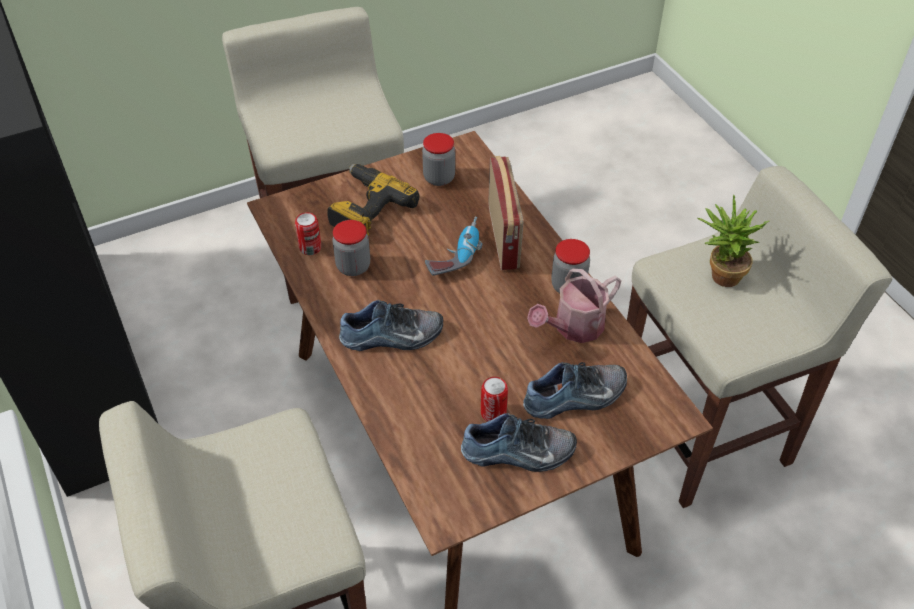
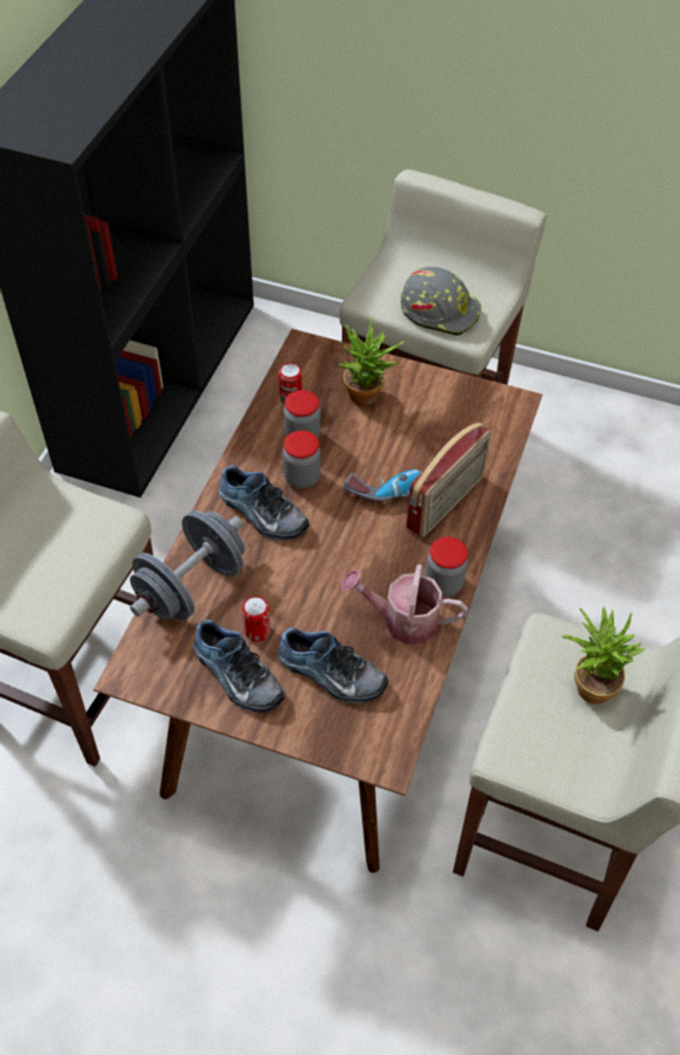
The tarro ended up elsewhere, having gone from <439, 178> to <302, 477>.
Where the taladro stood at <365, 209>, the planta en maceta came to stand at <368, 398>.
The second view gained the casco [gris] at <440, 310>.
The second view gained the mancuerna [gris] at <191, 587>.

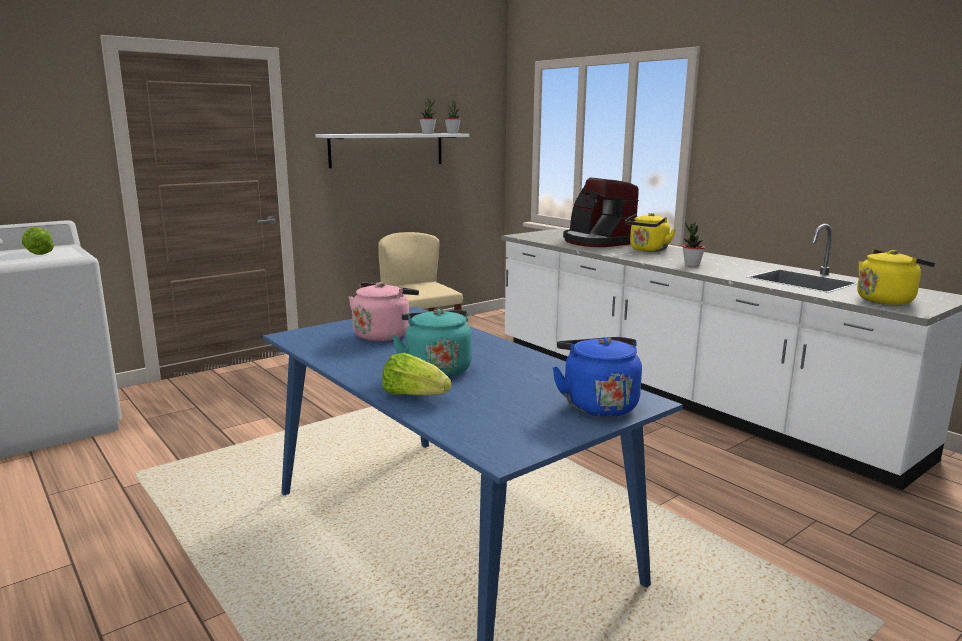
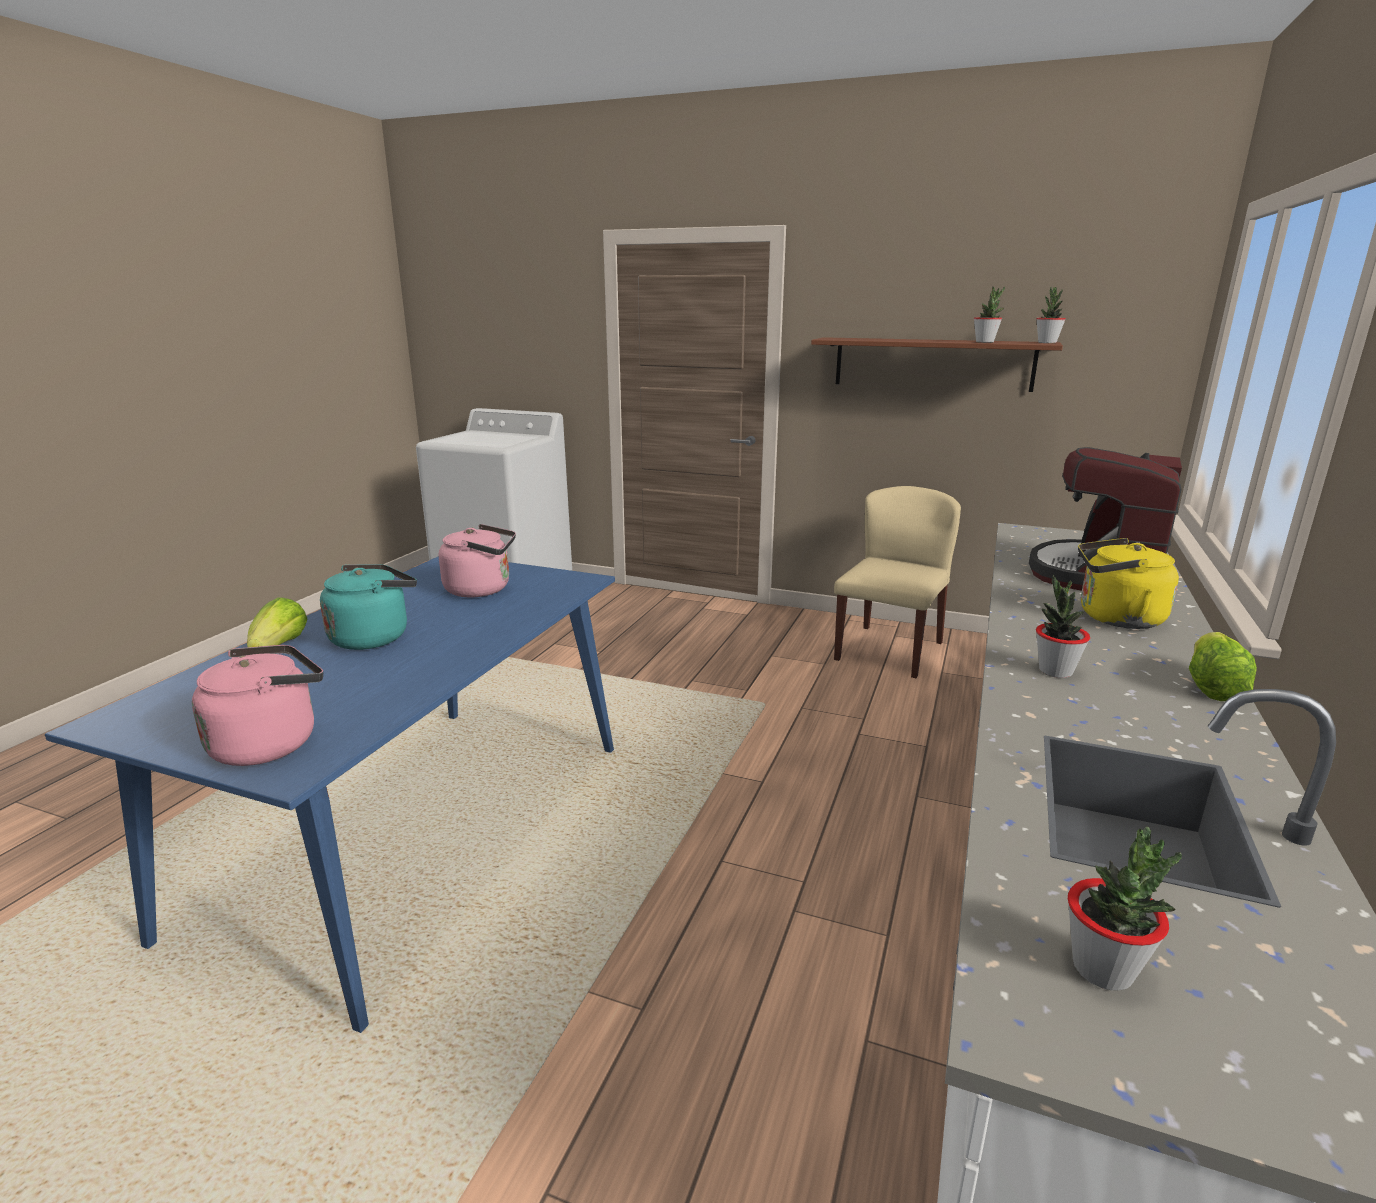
What was the estante [blanco] at <387, 149> turned into the estante [marrón] at <933, 363>.
The lechuga ended up elsewhere, having gone from <38, 253> to <1211, 687>.
Where the hervidor [amarillo] stood at <887, 300>, the planta en maceta came to stand at <1103, 969>.
What was the hervidor [azul] at <597, 405> turned into the hervidor [rosa] at <270, 743>.

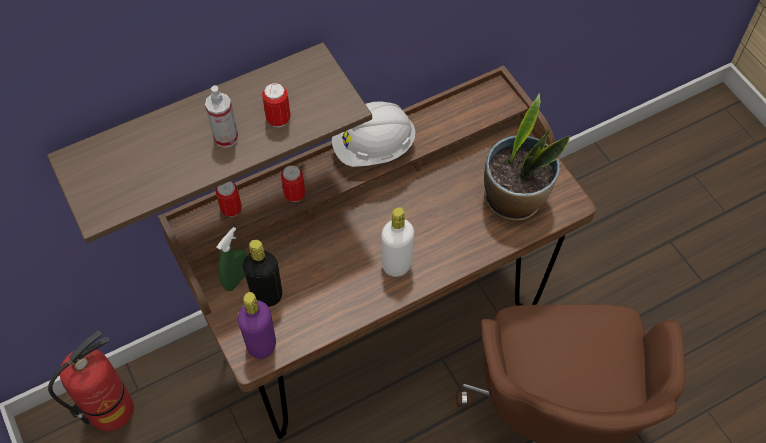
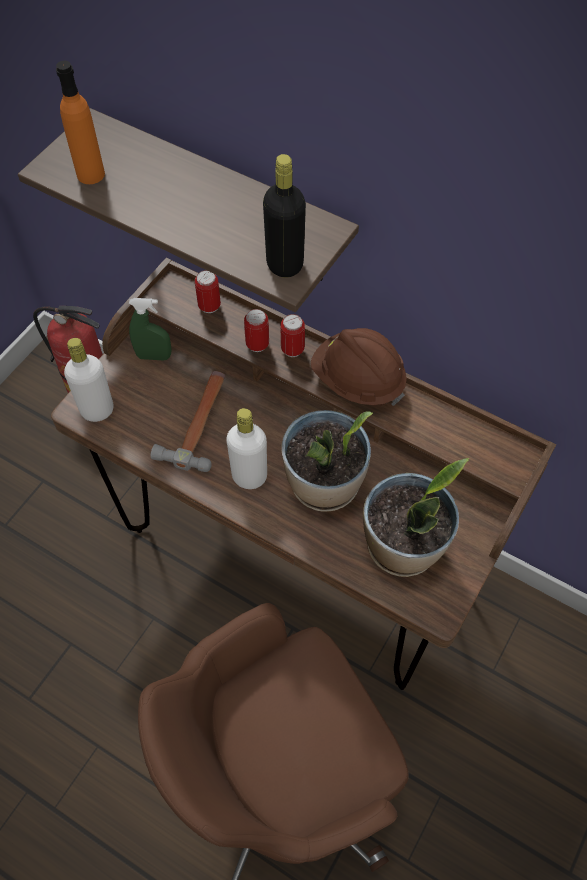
The lata ended up elsewhere, having gone from <278, 119> to <292, 349>.
The second view lost the pulverizador at <226, 137>.
What was the casco [blanco] at <374, 148> turned into the casco [marrón] at <357, 381>.
The botella [negro] ended up elsewhere, having gone from <267, 295> to <285, 264>.
What was the botella [morado] at <261, 345> turned into the botella [blanco] at <97, 410>.
The second view gained the botella [naranja] at <90, 174>.
The second view gained the martillo at <199, 422>.
The second view gained the planta en maceta at <324, 485>.

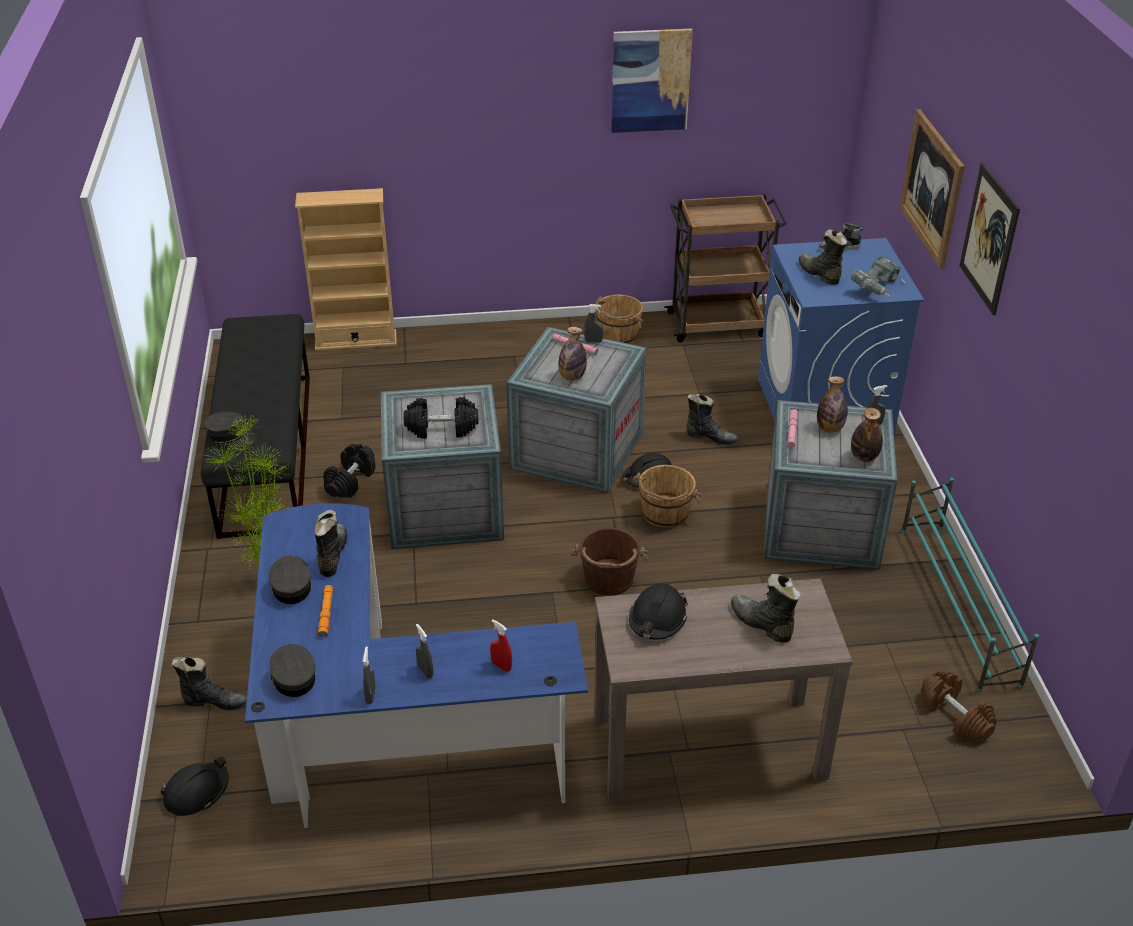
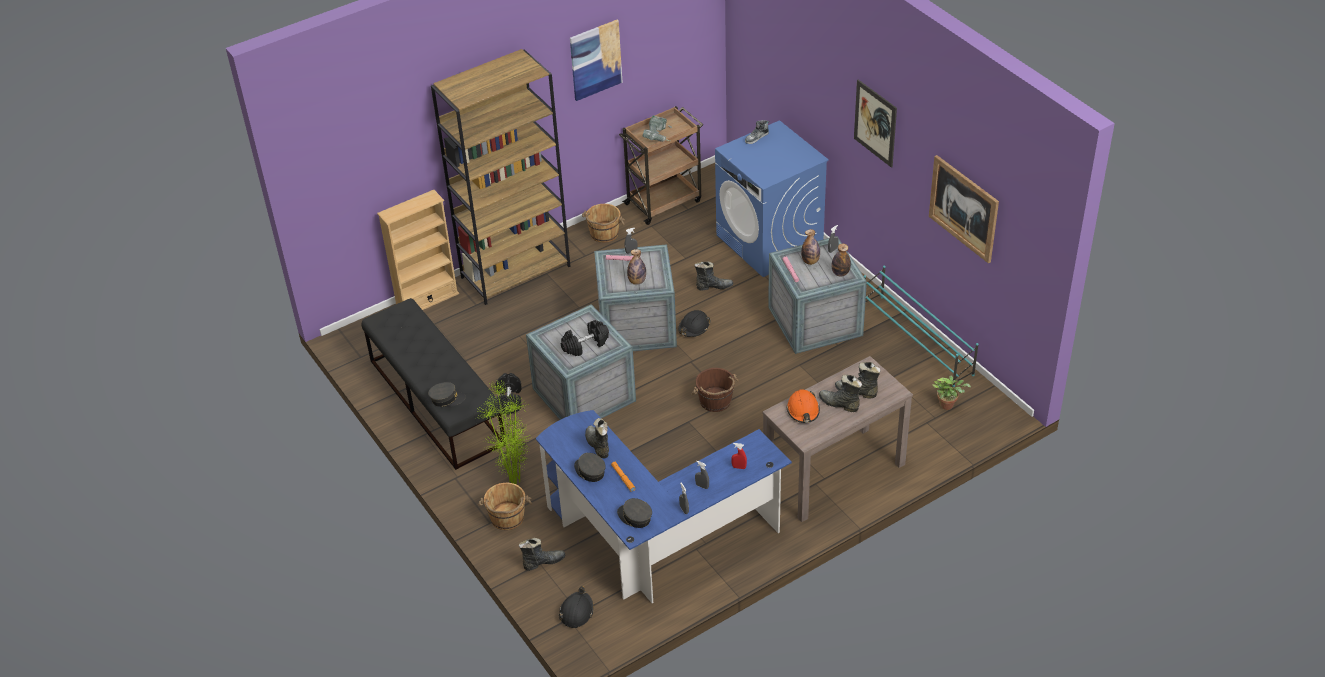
The cuadro ended up elsewhere, having gone from <932, 188> to <963, 208>.
The bota [negro] ended up elsewhere, having gone from <819, 274> to <839, 404>.
The taladro ended up elsewhere, having gone from <878, 289> to <658, 136>.
The cubo [marrón] ended up elsewhere, having gone from <664, 514> to <507, 518>.
What was the casco [negro] at <657, 619> turned into the casco [naranja] at <803, 411>.
Where the mancuerna [marrón] stood at <954, 716>, the planta en maceta came to stand at <948, 405>.
The second view gained the estantería [marrón] at <516, 271>.

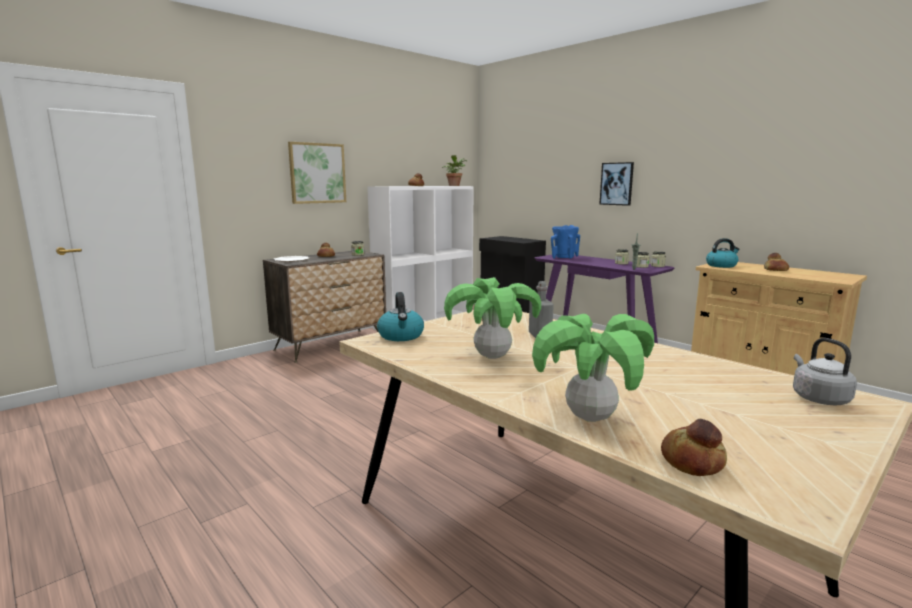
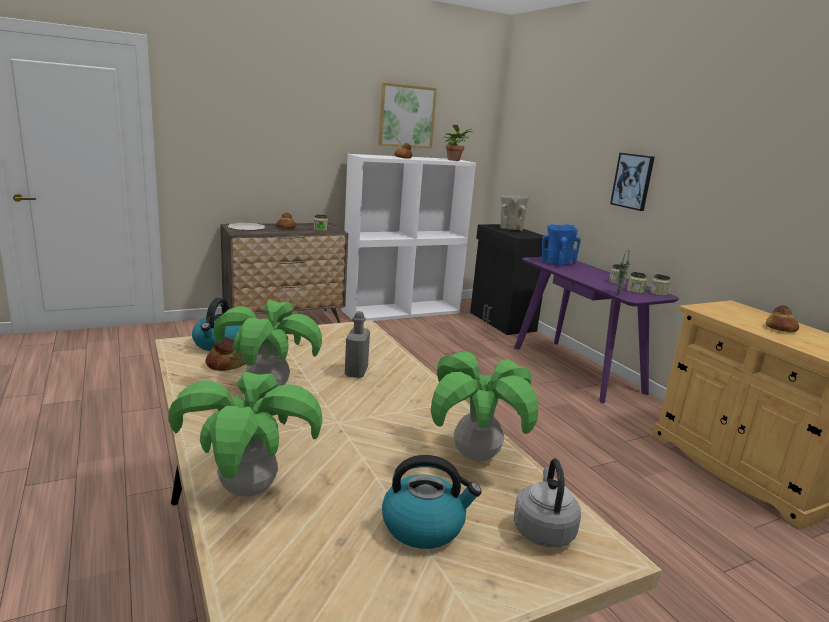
The cuadro ended up elsewhere, having gone from <317, 173> to <406, 116>.
The hervidor ended up elsewhere, having gone from <721, 265> to <424, 526>.
The pan ended up elsewhere, having gone from <693, 461> to <227, 364>.
The second view gained the florero [beis] at <510, 229>.
The second view gained the planta en maceta at <476, 456>.

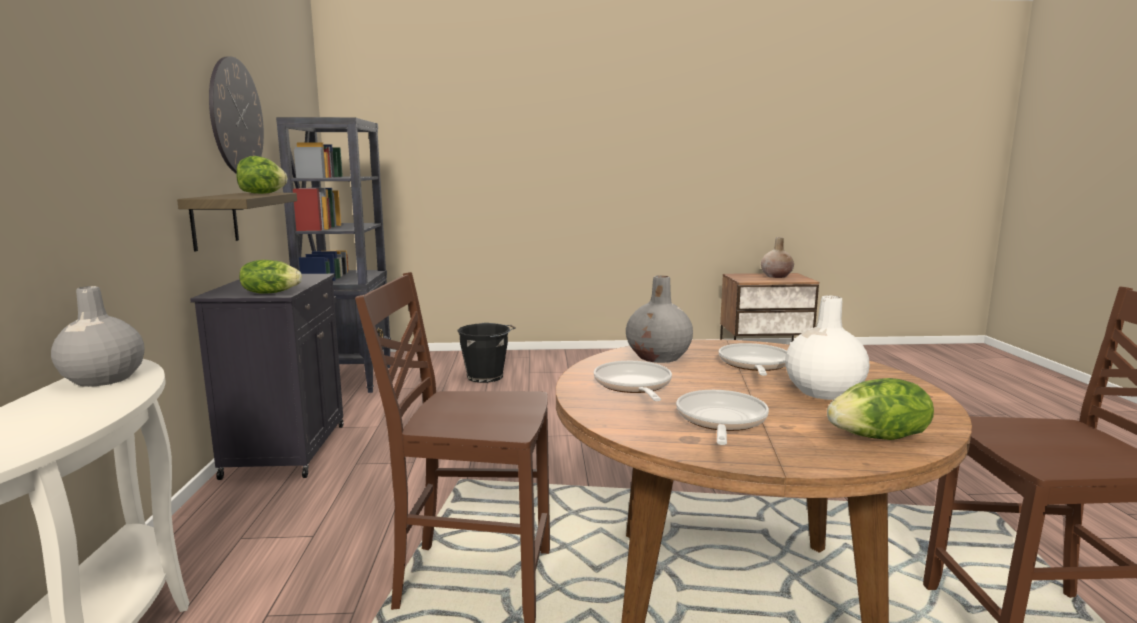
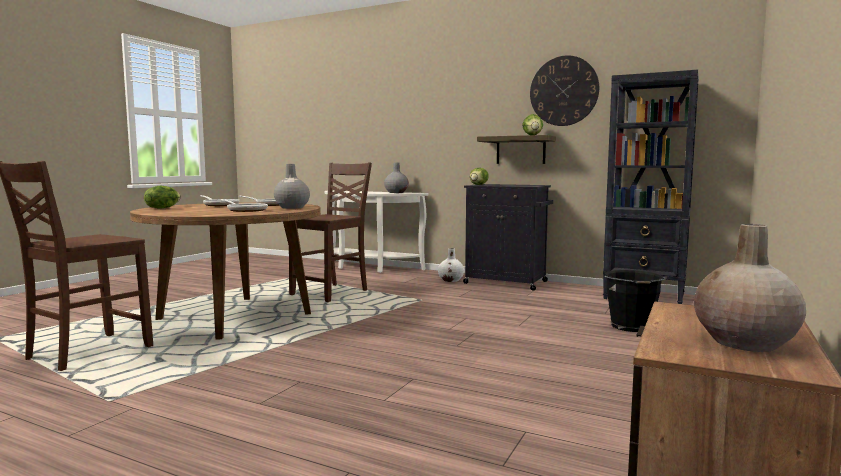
The florero [blanco] ended up elsewhere, having gone from <823, 391> to <451, 280>.

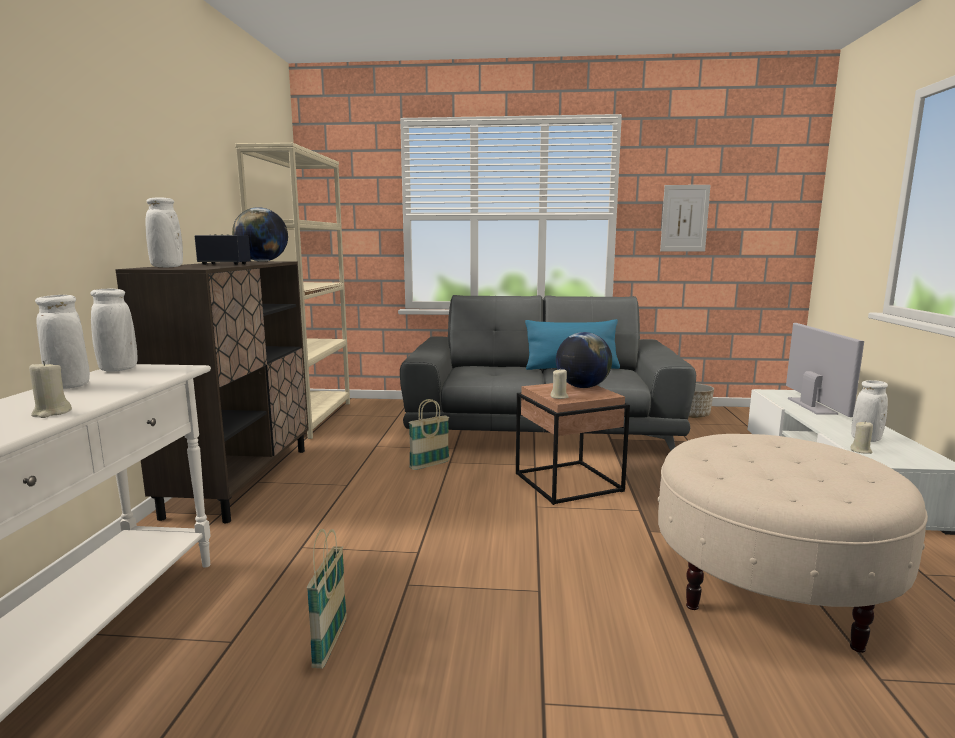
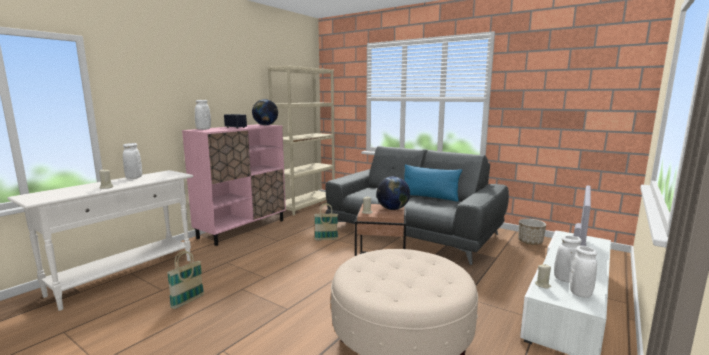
The second view lost the cuadro at <684, 218>.
What was the armario [marrón] at <241, 480> turned into the armario [rosa] at <243, 229>.
The florero [blanco] ended up elsewhere, having gone from <119, 369> to <580, 293>.

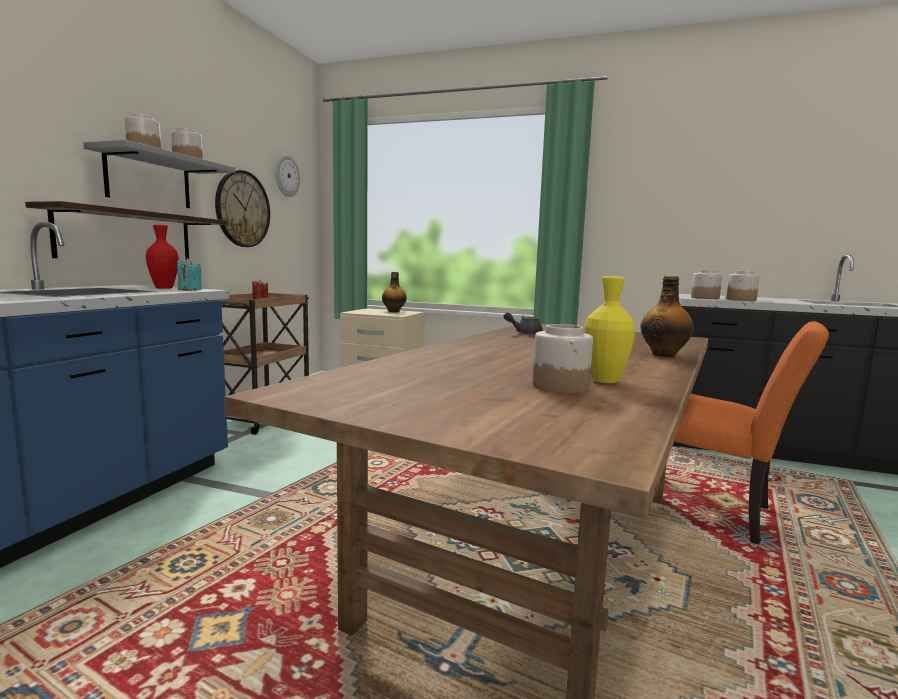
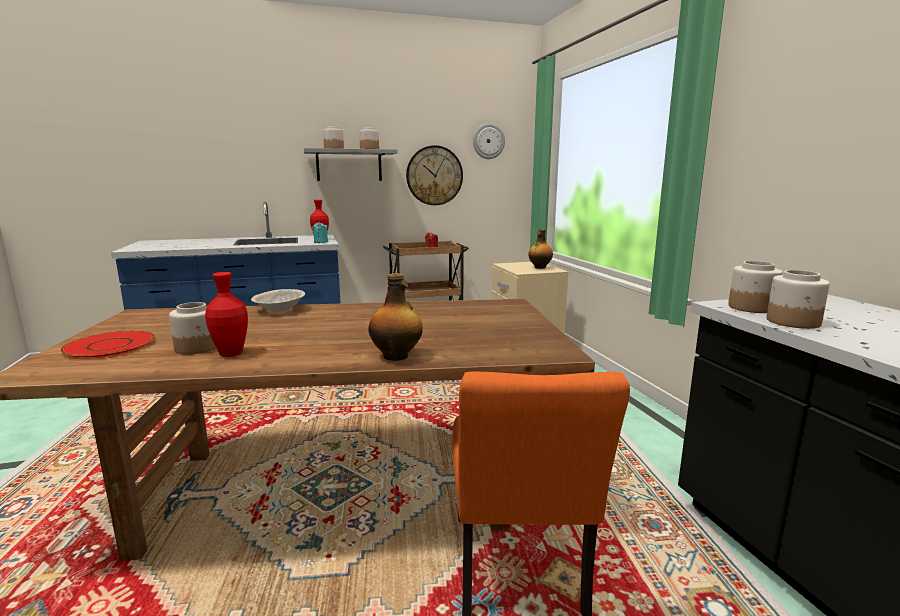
The second view lost the estante at <127, 236>.
What was the florero [amarillo] at <605, 381> turned into the florero [rojo] at <231, 354>.
The second view lost the tetera [gris] at <524, 333>.
The second view gained the cuenco [beis] at <280, 310>.
The second view gained the plato [rojo] at <109, 346>.

